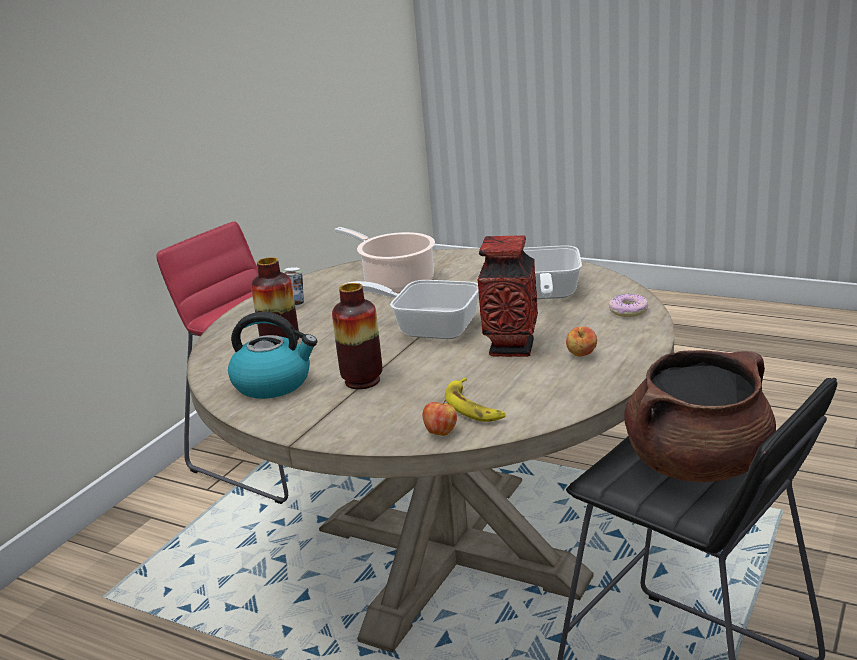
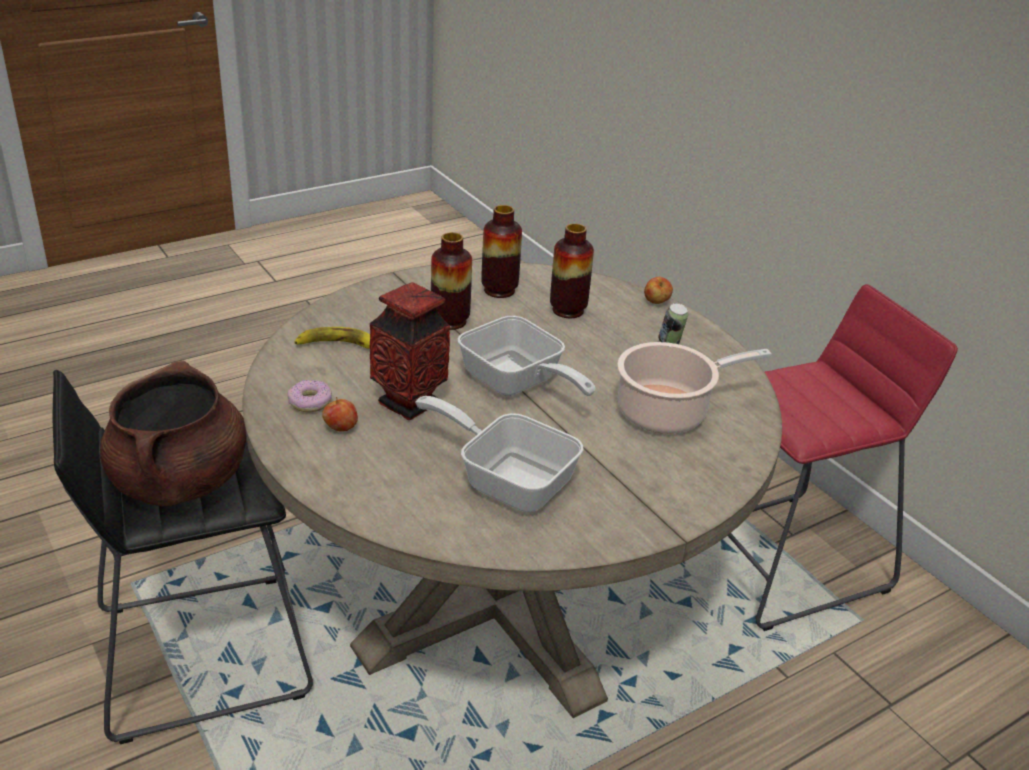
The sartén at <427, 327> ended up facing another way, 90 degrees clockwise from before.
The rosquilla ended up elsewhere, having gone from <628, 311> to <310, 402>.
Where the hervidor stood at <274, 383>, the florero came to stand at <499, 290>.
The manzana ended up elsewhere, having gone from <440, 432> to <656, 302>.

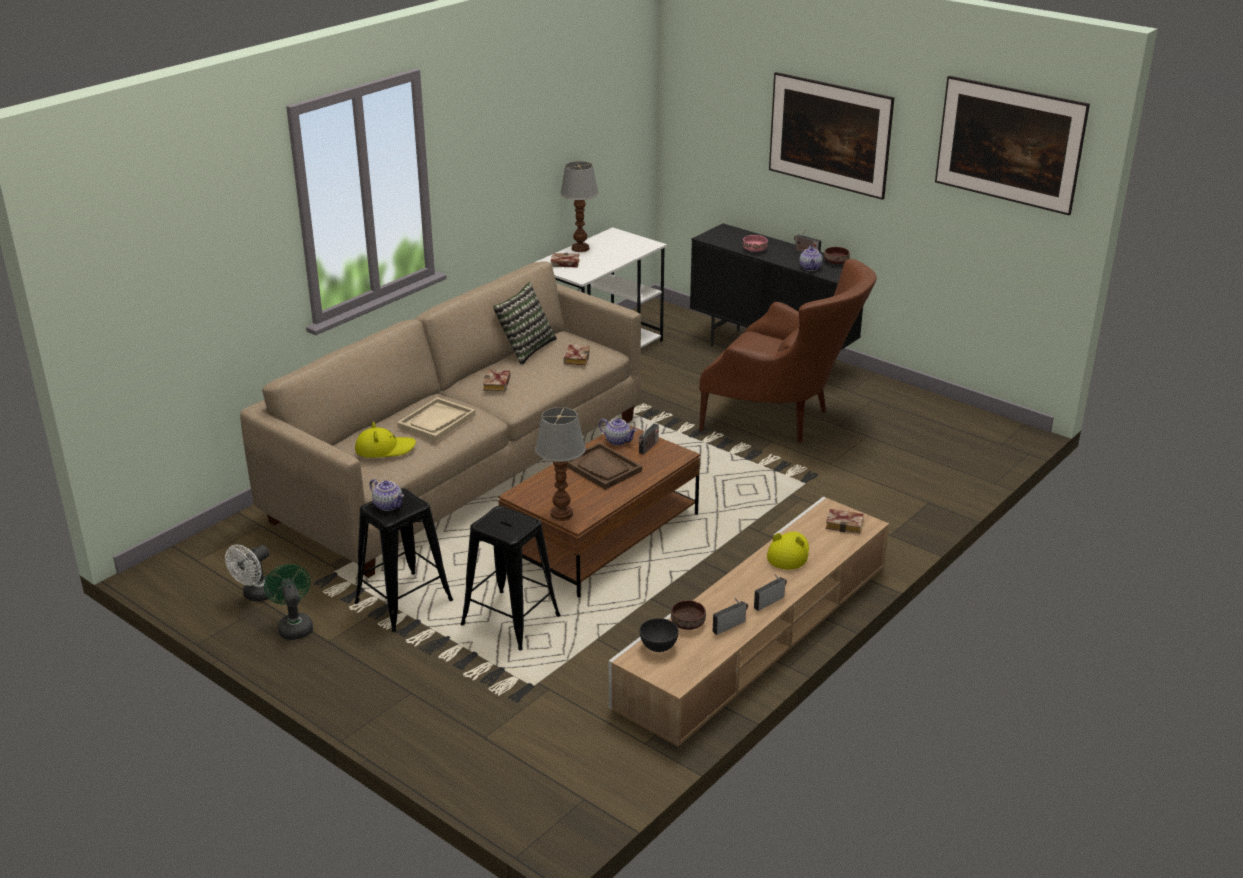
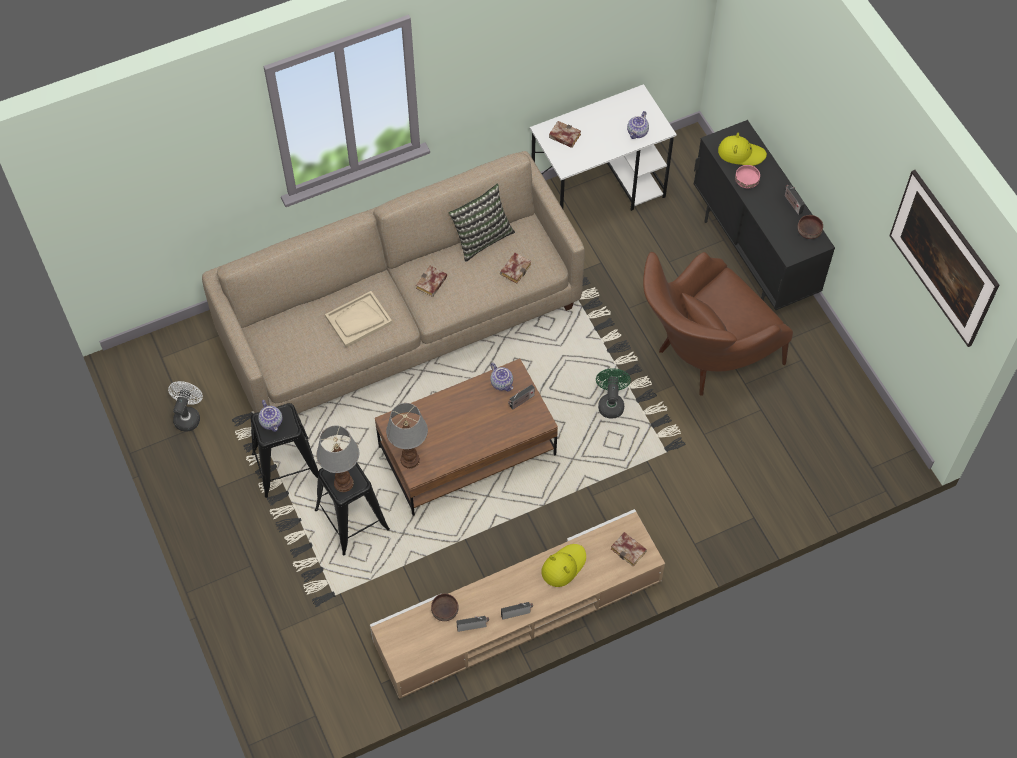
The second view lost the cuadro at <828, 159>.
The lámpara de mesa ended up elsewhere, having gone from <580, 249> to <343, 483>.
The tetera ended up elsewhere, having gone from <811, 268> to <637, 132>.
The sillón [marrón] at <783, 419> ended up facing another way, 90 degrees clockwise from before.
The sombrero [amarillo] ended up elsewhere, having gone from <384, 449> to <741, 153>.
The second view lost the bandeja [marrón] at <602, 468>.
The ventilador [blanco] at <256, 595> ended up facing another way, 135 degrees clockwise from before.
The ventilador [verde] ended up elsewhere, having gone from <294, 626> to <611, 403>.
The second view lost the cuenco [gris] at <658, 647>.

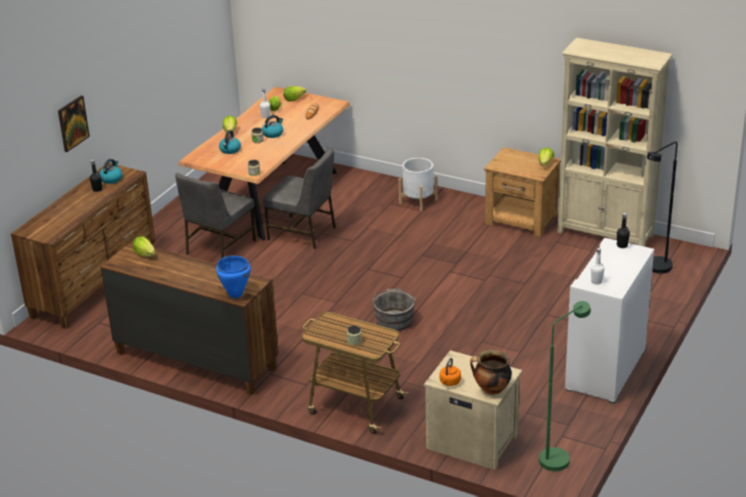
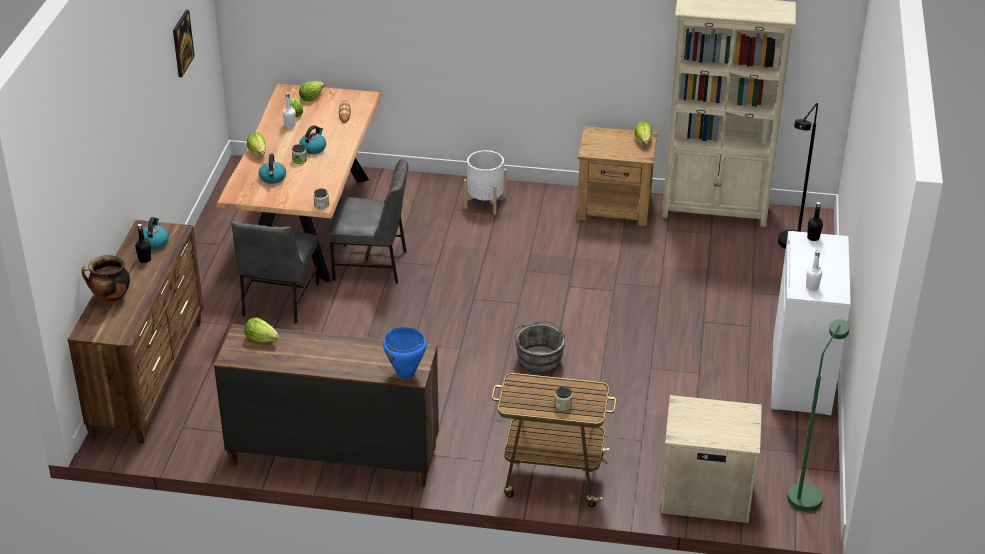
The cuadro ended up elsewhere, having gone from <72, 123> to <182, 43>.
The olla ended up elsewhere, having gone from <491, 390> to <110, 298>.
The second view lost the hervidor [naranja] at <449, 382>.

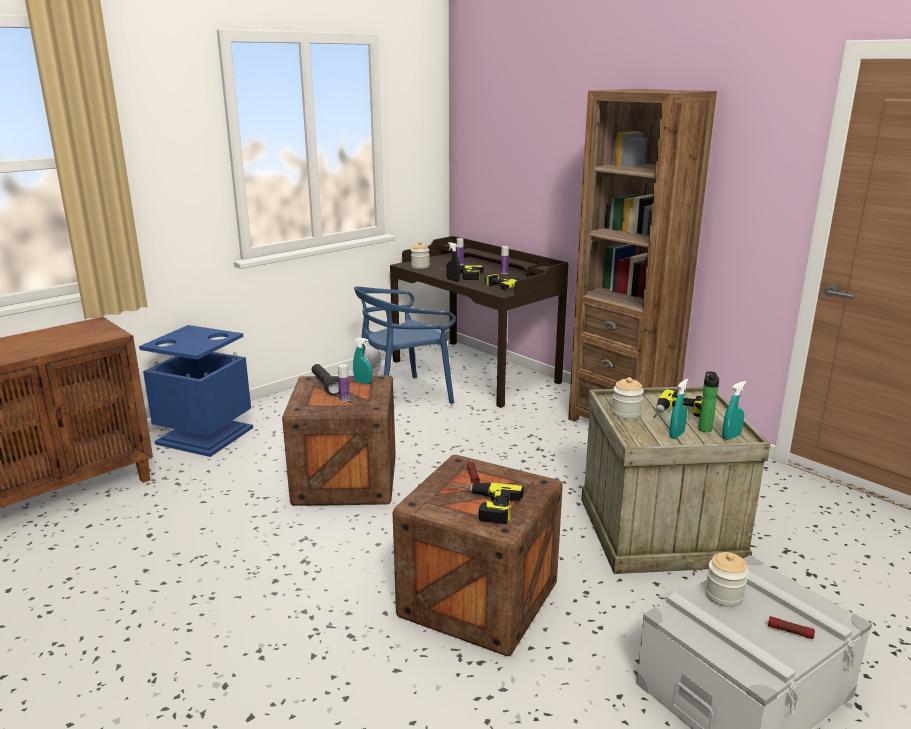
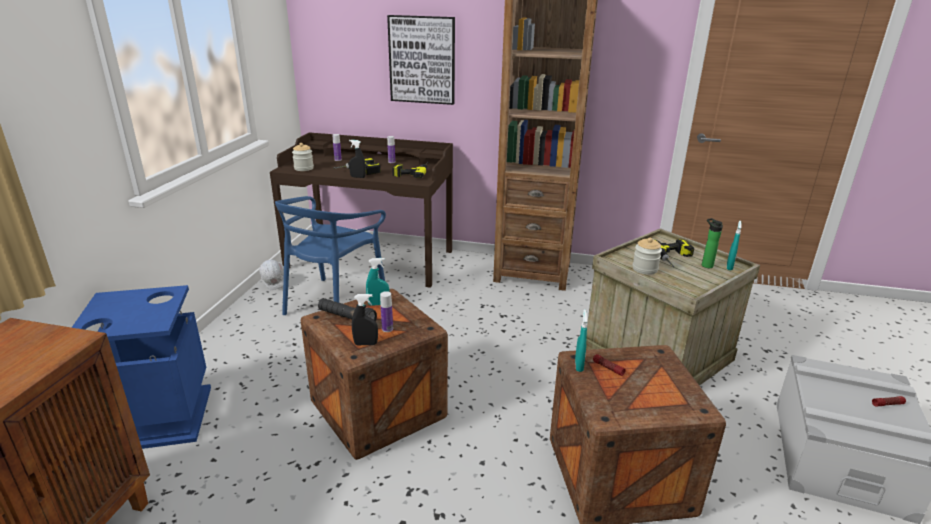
The pulverizador [turquesa] ended up elsewhere, having gone from <676, 435> to <579, 365>.
The second view lost the taladro at <480, 506>.
The second view lost the tarro at <723, 596>.
The second view gained the cuadro at <422, 60>.
The second view gained the pulverizador [negro] at <366, 344>.

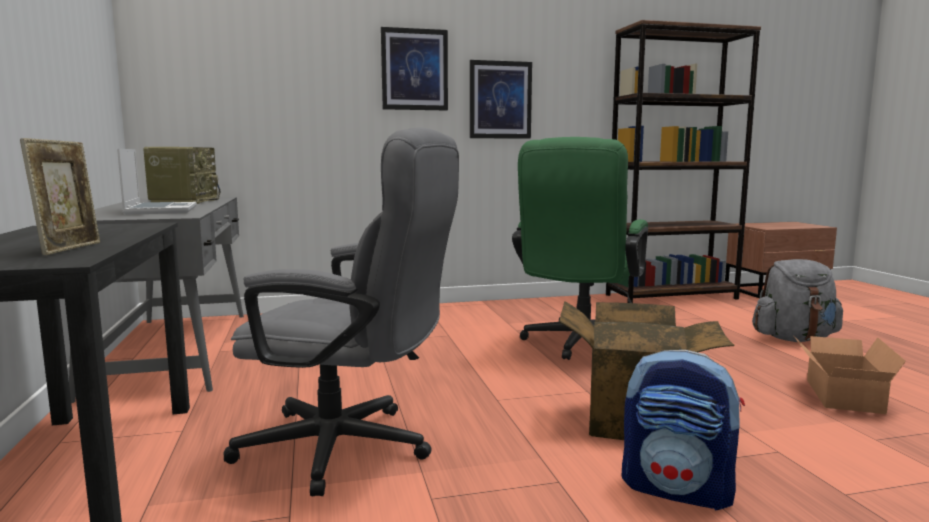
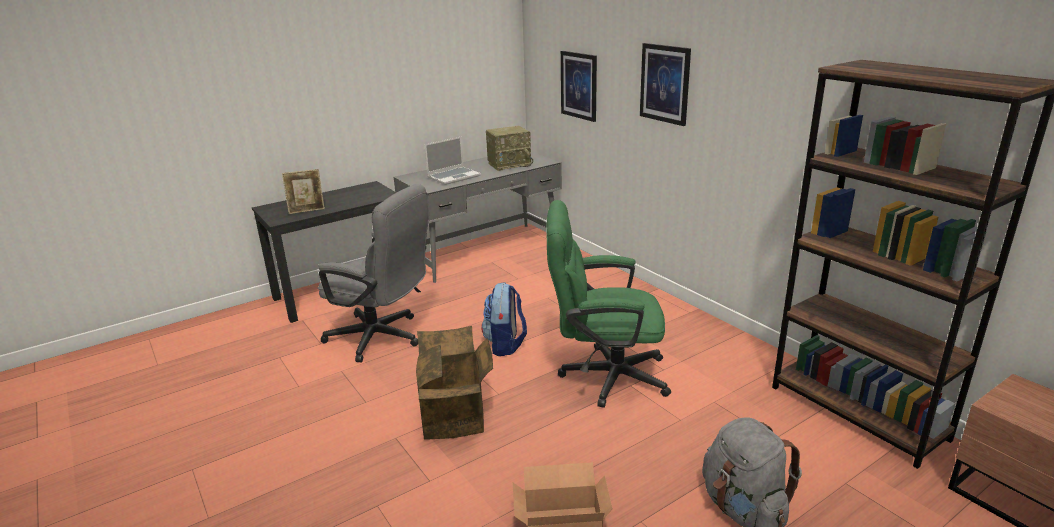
The cuadro ended up elsewhere, having gone from <500, 100> to <579, 85>.
The silla de oficina [gris] at <351, 449> ended up facing another way, 60 degrees counterclockwise from before.
The mochila ended up elsewhere, having gone from <678, 489> to <505, 344>.

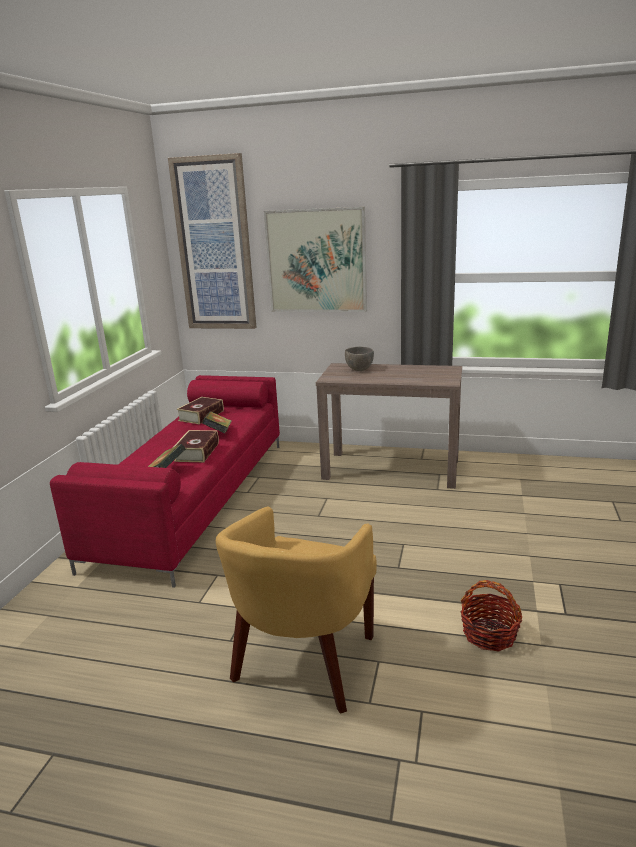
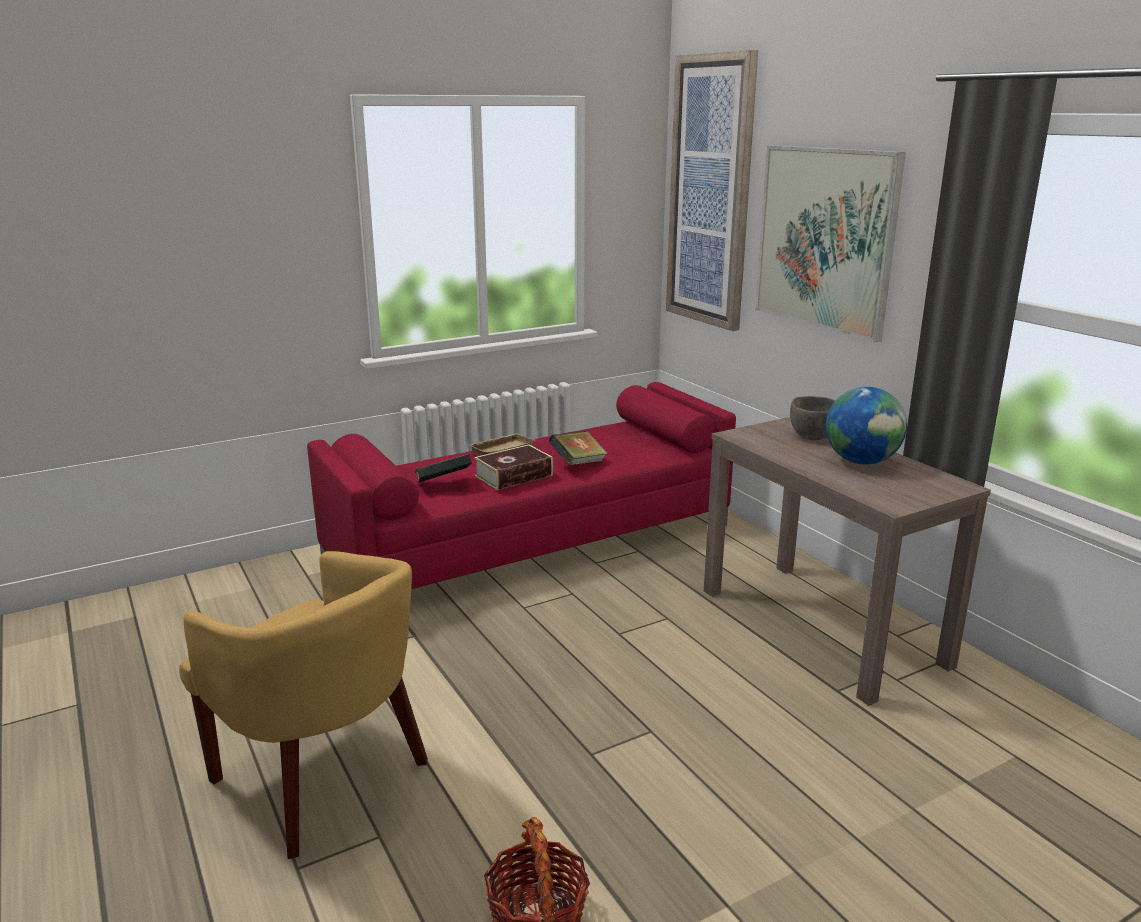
The second view lost the libro at <201, 416>.
The sillón [amarillo] at <304, 663> ended up facing another way, 120 degrees counterclockwise from before.
The second view gained the globo terráqueo at <861, 462>.
The second view gained the bandeja [beis] at <502, 449>.

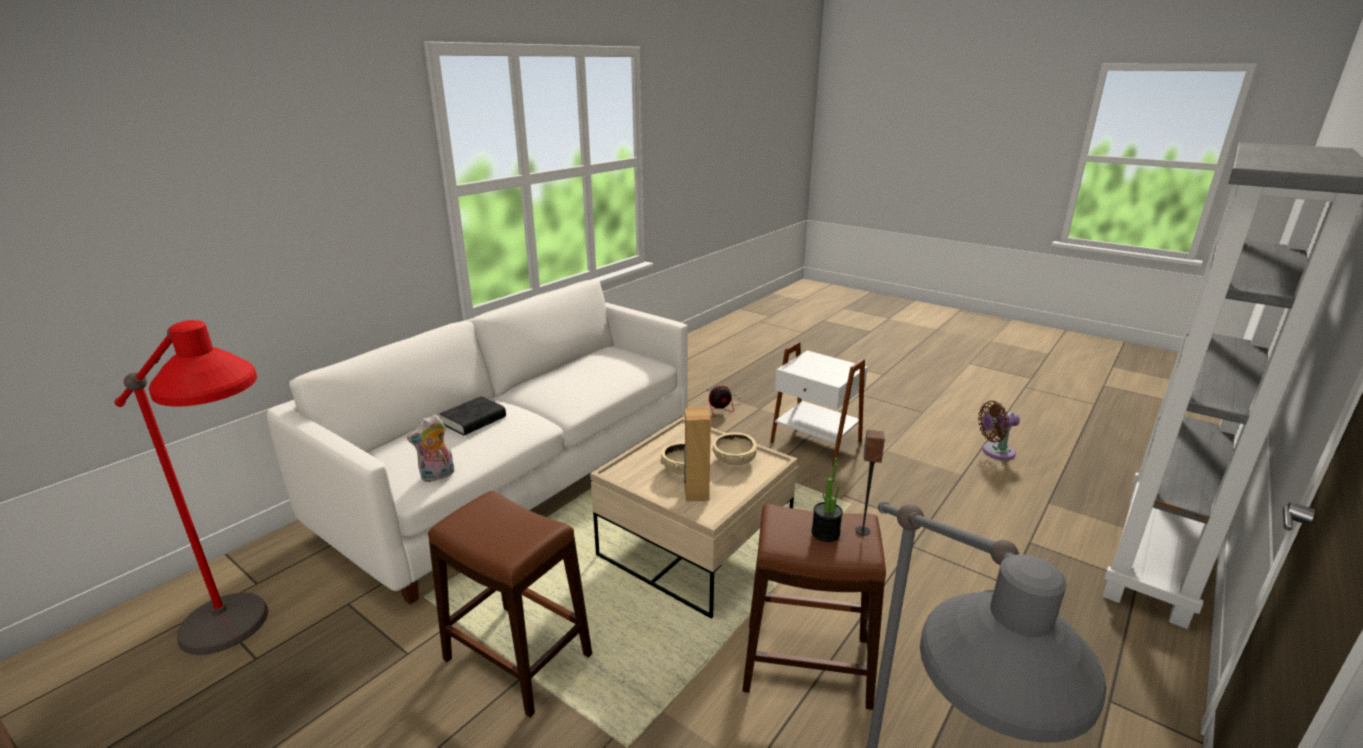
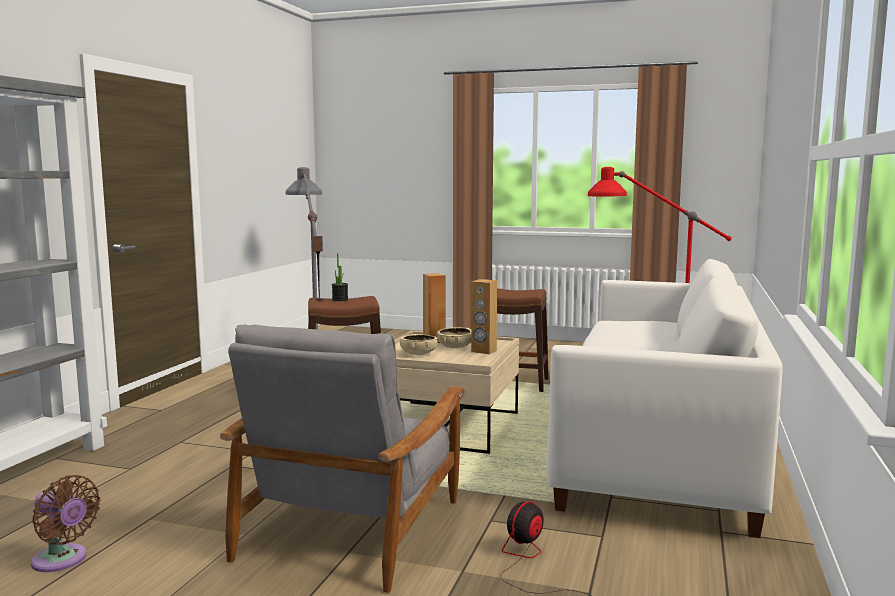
Where the mesa auxiliar [blanco] stood at <815, 442>, the sillón [gris] came to stand at <353, 527>.
The second view lost the libro [negro] at <474, 420>.
The ventilador [marrón] at <995, 452> ended up facing another way, 60 degrees clockwise from before.
The second view lost the peluche at <437, 476>.
The second view gained the altavoz [marrón] at <483, 351>.

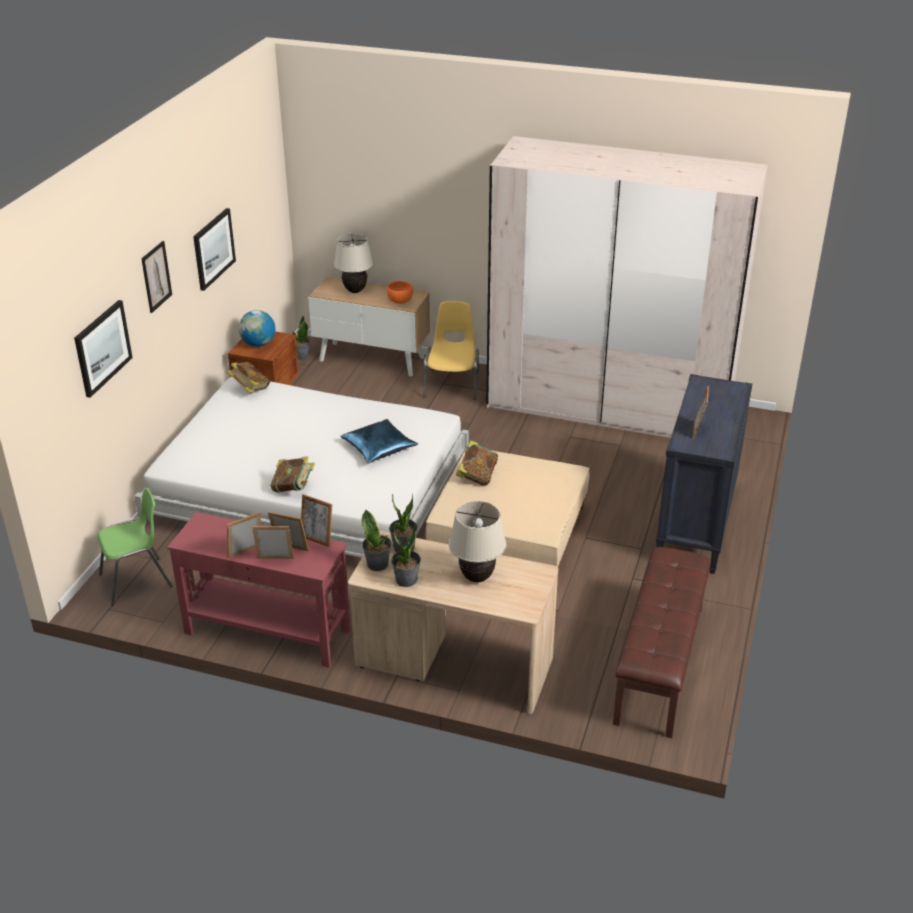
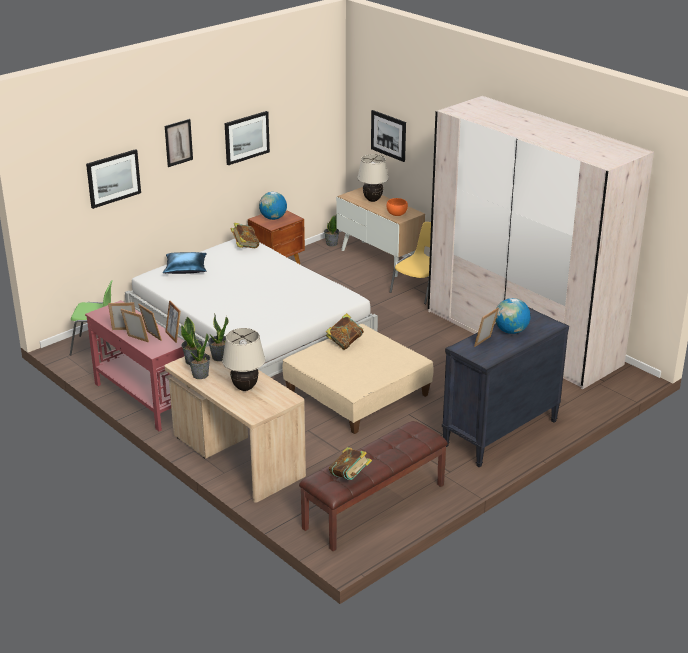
The cojín [azul] ended up elsewhere, having gone from <379, 447> to <186, 268>.
The libro ended up elsewhere, having gone from <293, 488> to <350, 476>.
The second view gained the cuadro at <388, 135>.
The second view gained the globo terráqueo at <511, 331>.

